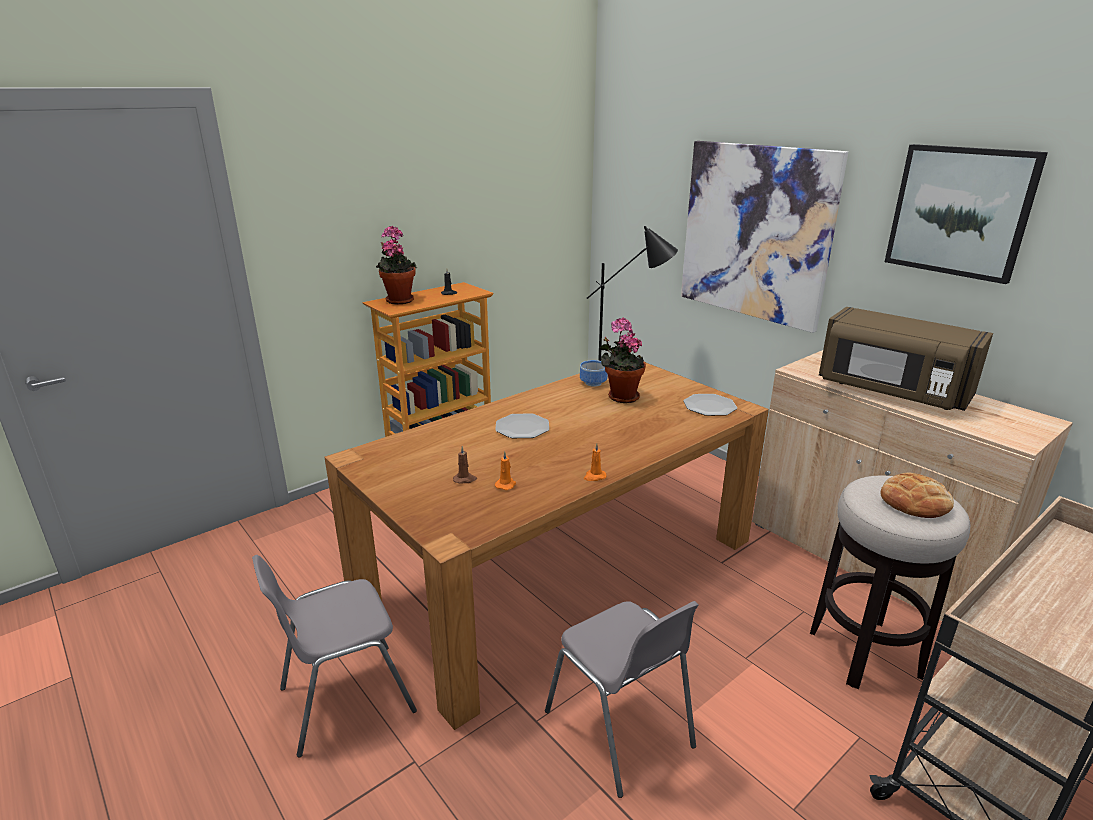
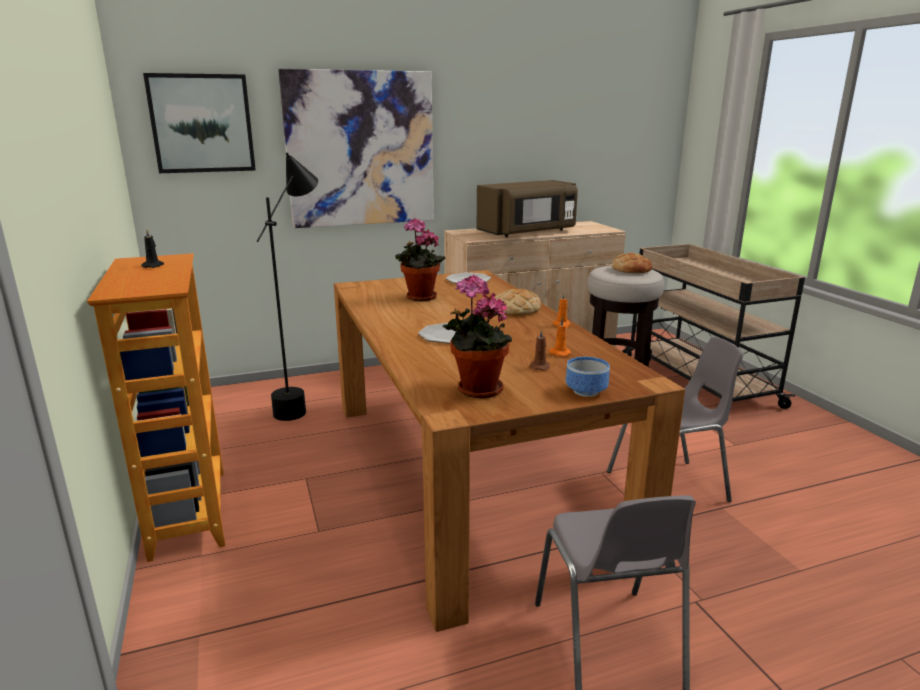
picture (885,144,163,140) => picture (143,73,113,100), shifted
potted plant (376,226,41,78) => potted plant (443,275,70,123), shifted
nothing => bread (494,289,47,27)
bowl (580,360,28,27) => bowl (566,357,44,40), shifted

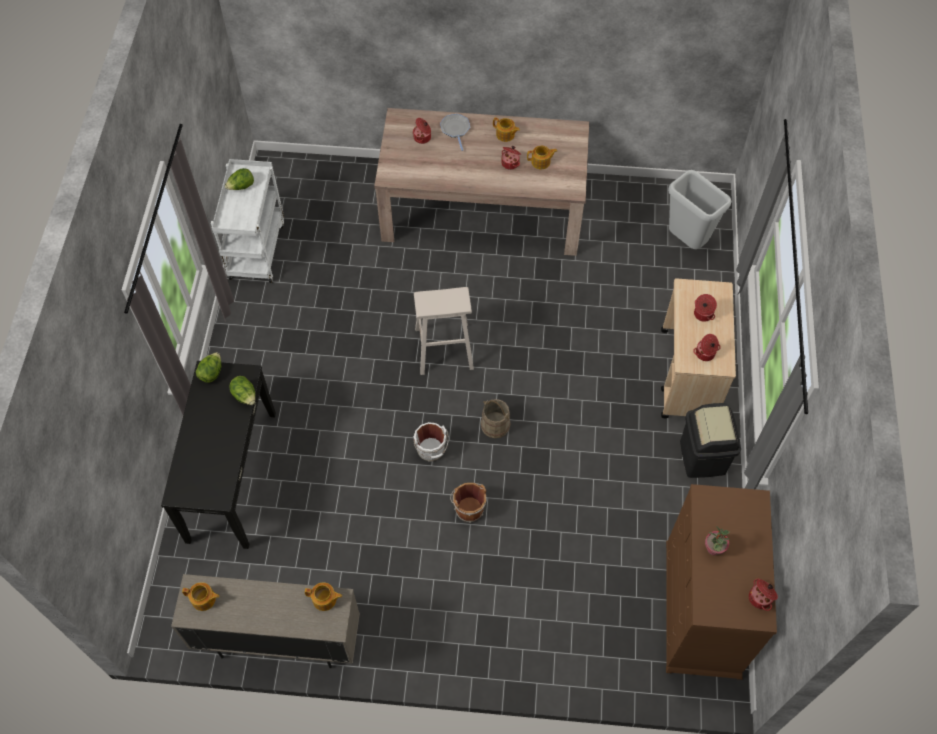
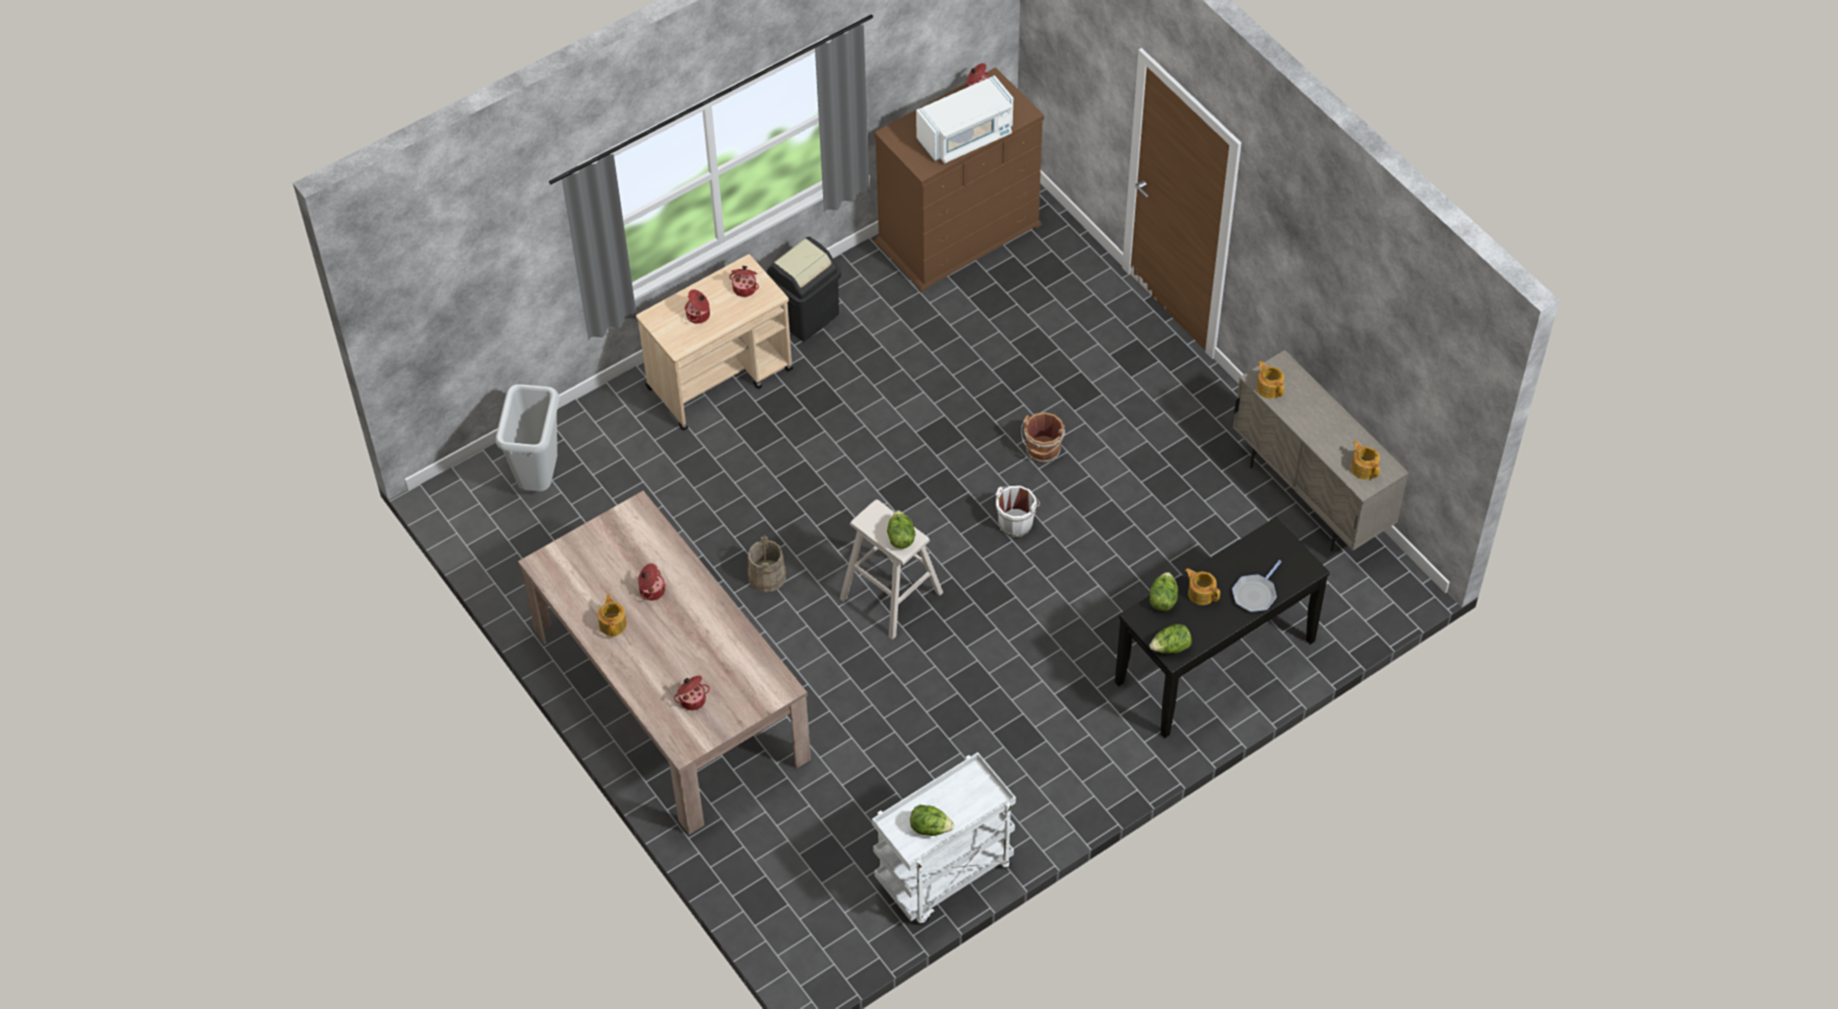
bucket (beige) (481,399,30,39) => bucket (beige) (748,535,38,57), shifted
nothing => lettuce (887,510,28,39)
potted plant (705,526,24,29) => microwave (white) (916,75,97,89)
teapot (527,146,30,23) => teapot (1185,568,35,37), shifted
frying pan (440,114,30,37) => frying pan (1232,560,50,52), shifted

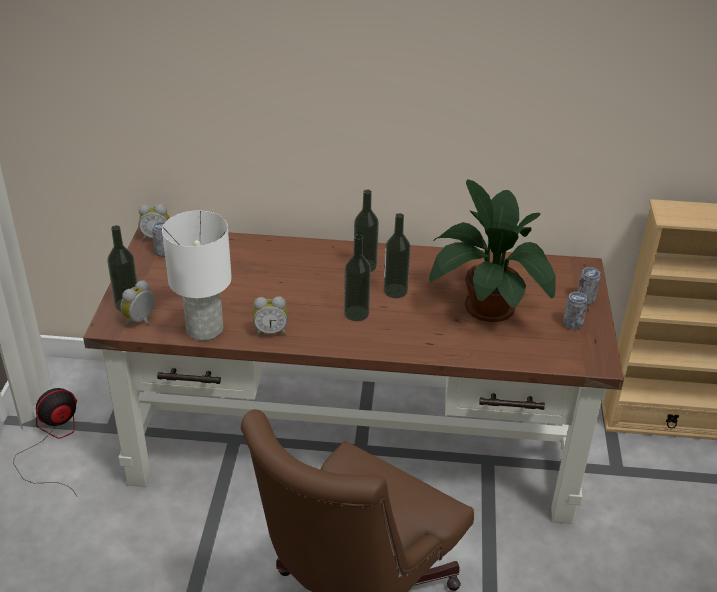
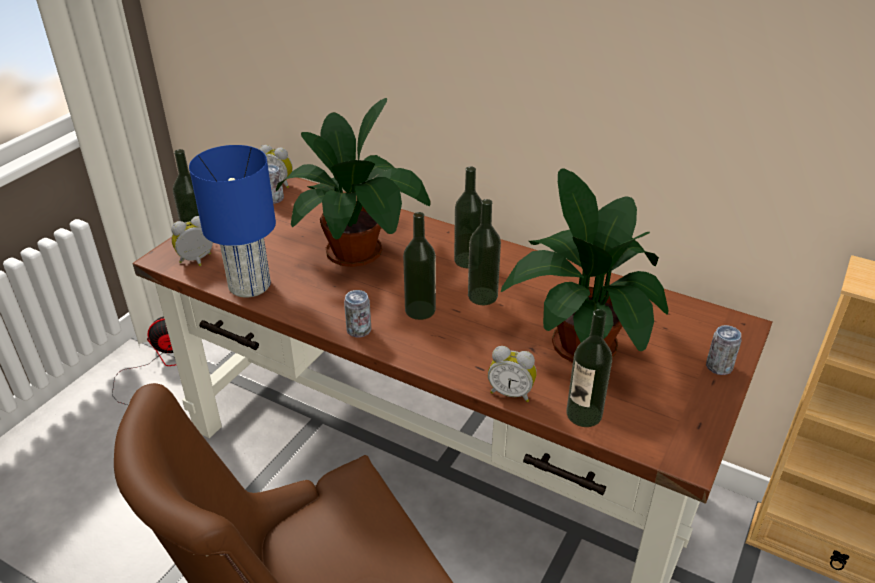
table lamp (white) (162,211,70,130) => table lamp (blue) (189,145,87,153)
nothing => potted plant (276,98,155,169)
can (563,292,25,38) => can (344,290,27,48), shifted
alarm clock (253,296,35,40) => alarm clock (488,346,49,56), shifted
nothing => bottle (566,309,46,118)

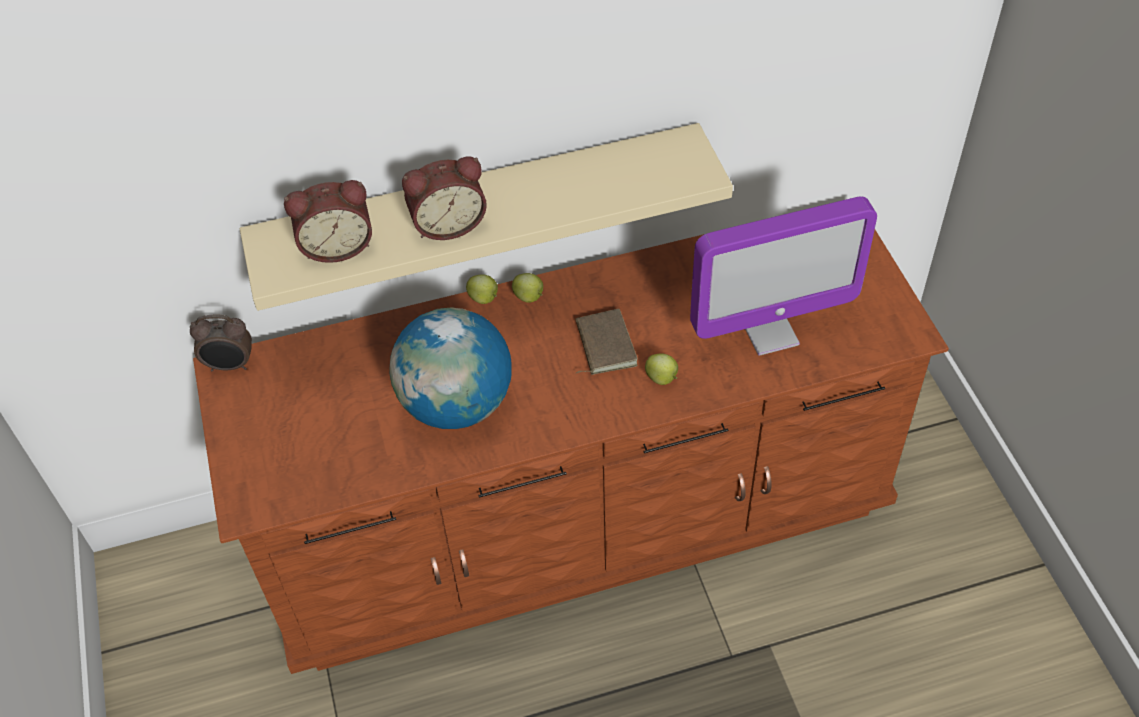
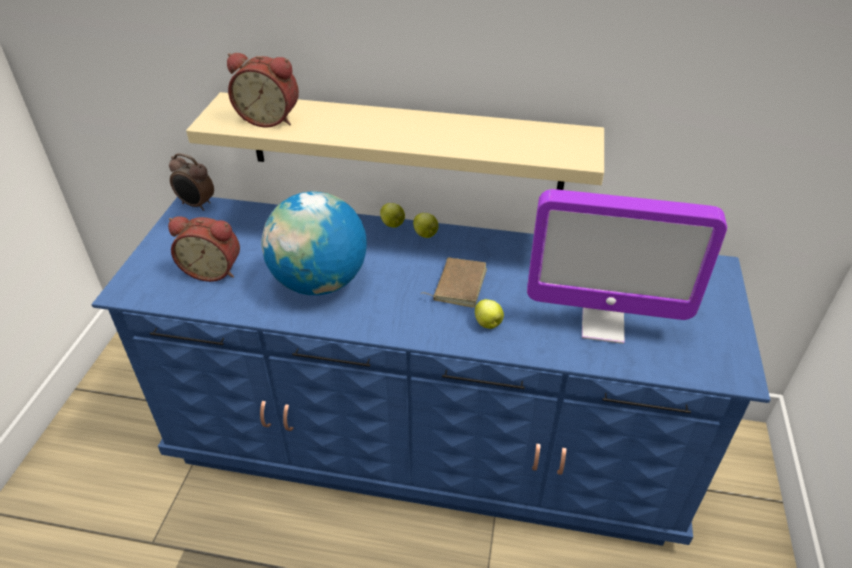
dresser (brown) (193,230,756,444) => dresser (blue) (91,197,679,349)
alarm clock (402,156,85,84) => alarm clock (168,217,72,65), shifted

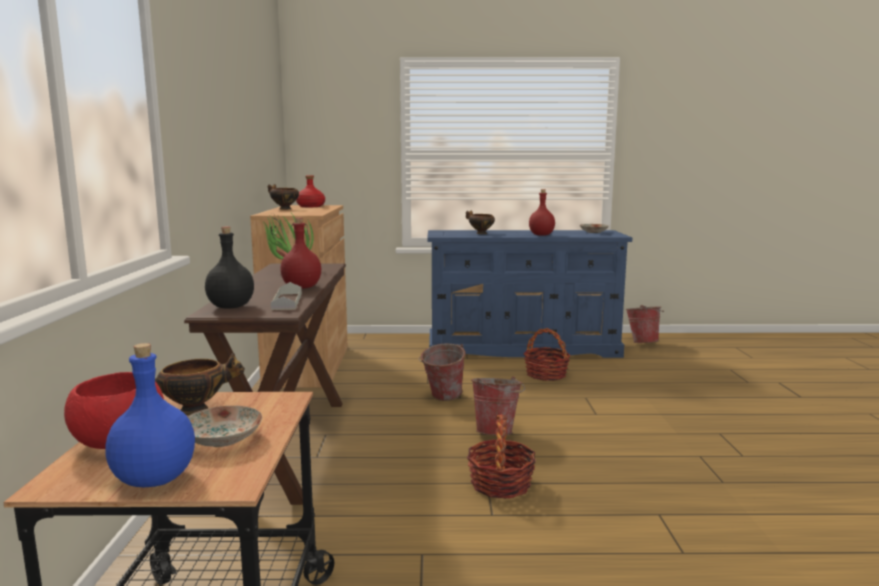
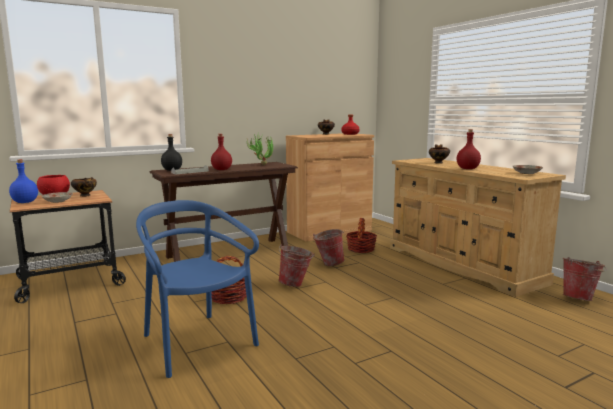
nothing => chair (blue) (136,200,123,178)
basket (524,328,47,53) => basket (346,218,31,35), shifted
dresser (blue) (427,230,205,128) => dresser (beige) (390,158,176,139)

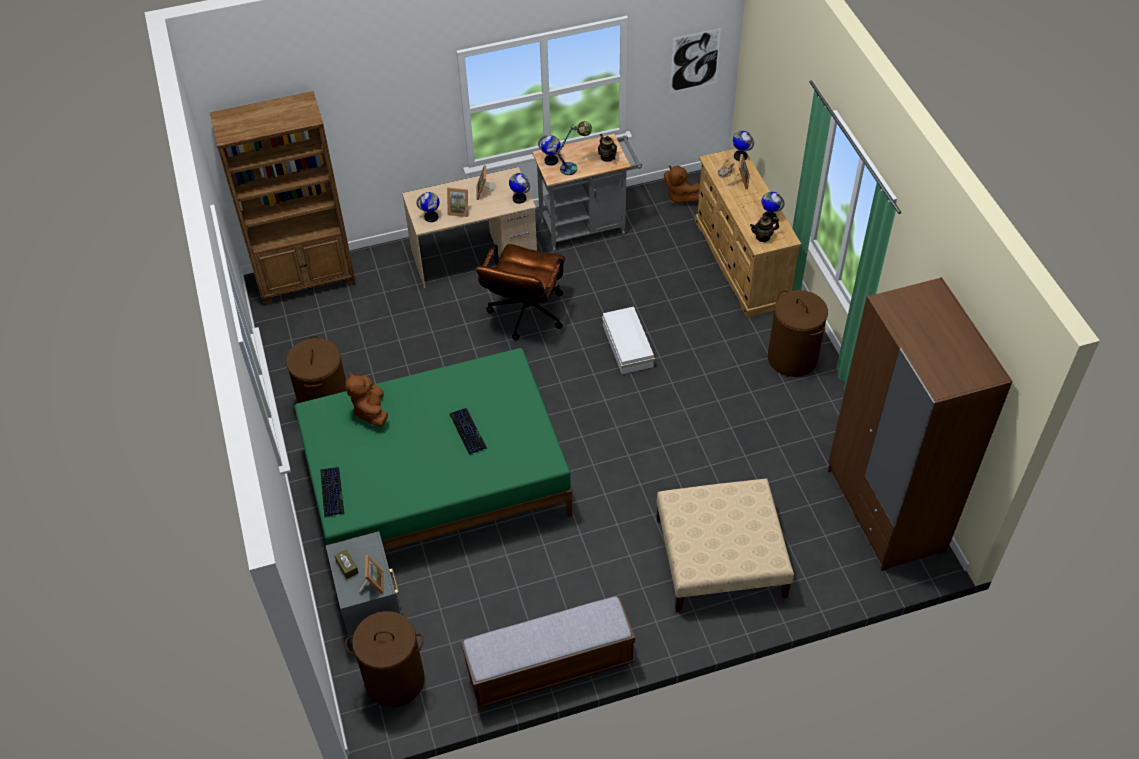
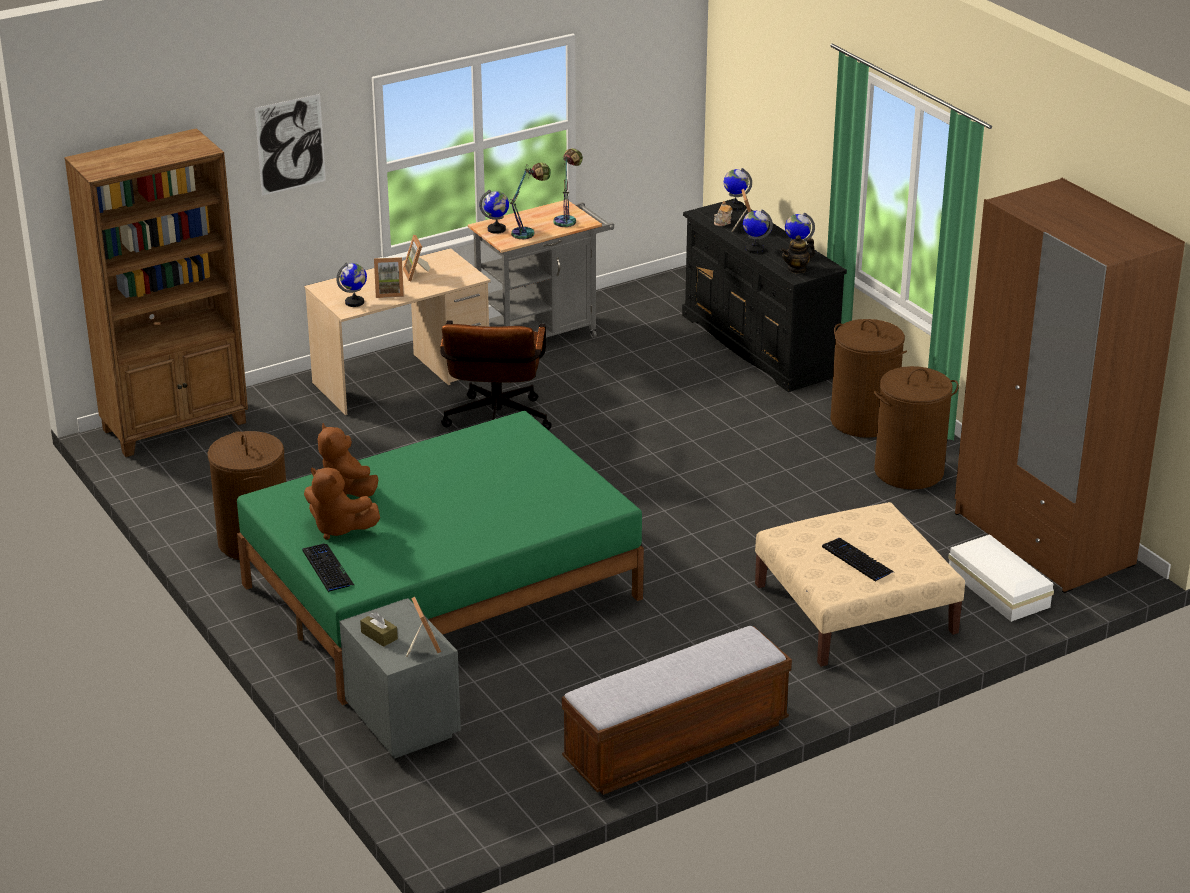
picture (670,28,51,65) => picture (254,94,72,102), shifted
plush toy (brown) (664,165,36,39) => plush toy (brown) (304,467,76,73), shifted
teapot (598,134,19,28) => table lamp (553,148,30,79)
dresser (beige) (695,148,106,169) => dresser (black) (682,199,165,193)
globe (509,173,21,31) => globe (743,209,30,44), shifted
keyboard (450,408,37,47) => keyboard (822,538,72,44), shifted
laundry basket (brown) (345,611,80,96) => laundry basket (brown) (874,366,85,124), shifted
storage box (white) (602,307,53,67) => storage box (white) (948,534,106,88), shifted

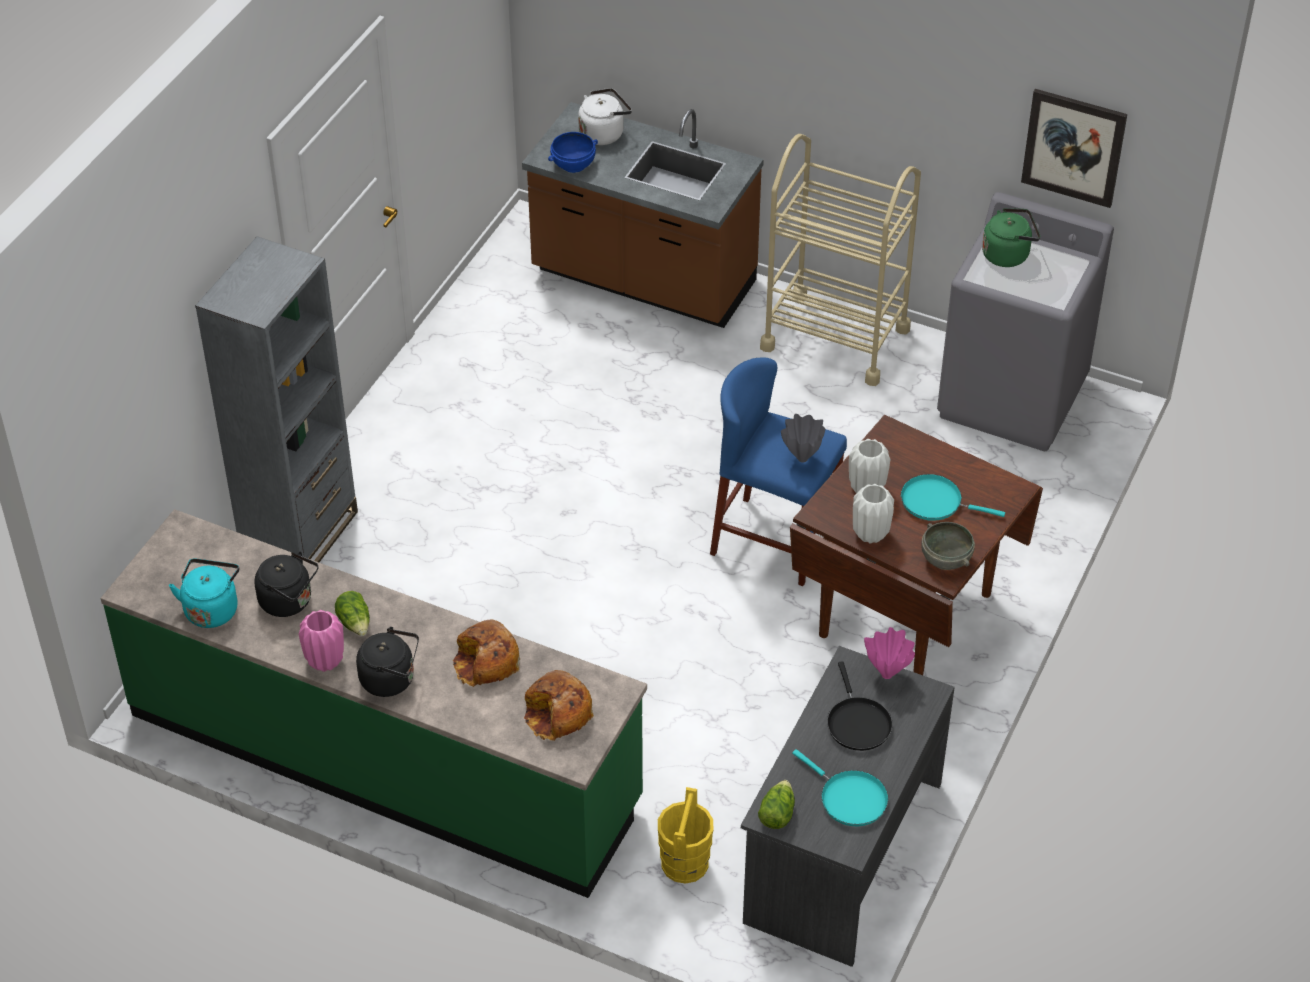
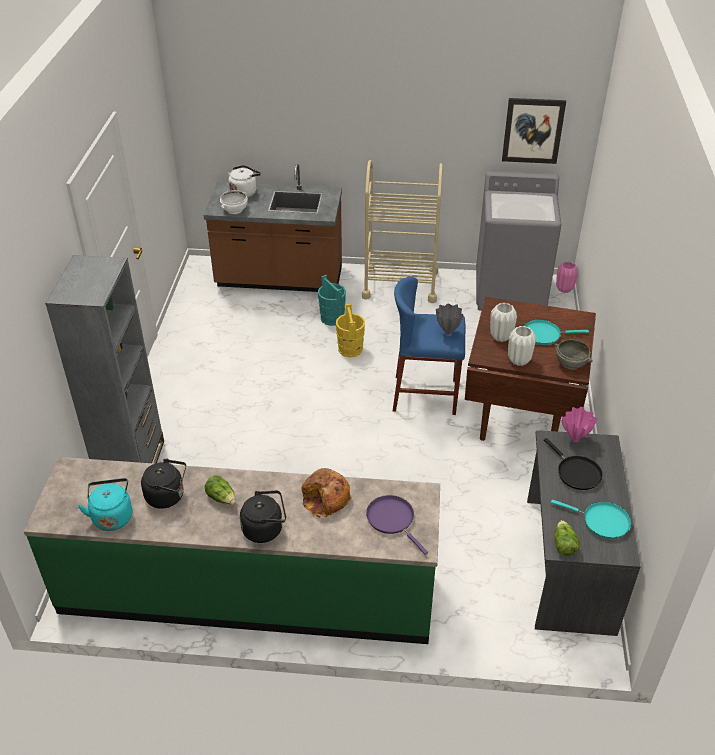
bowl (blue) (548,132,50,41) => bowl (white) (220,190,28,24)
nothing => bucket (turquoise) (318,275,28,51)
bucket (yellow) (658,787,55,97) => bucket (yellow) (336,304,29,53), shifted
bread (524,670,70,71) => frying pan (purple) (366,495,62,60)
vase (pink) (299,610,45,62) => vase (pink) (556,262,22,31), shifted
kettle (green) (982,208,58,59) => nothing

